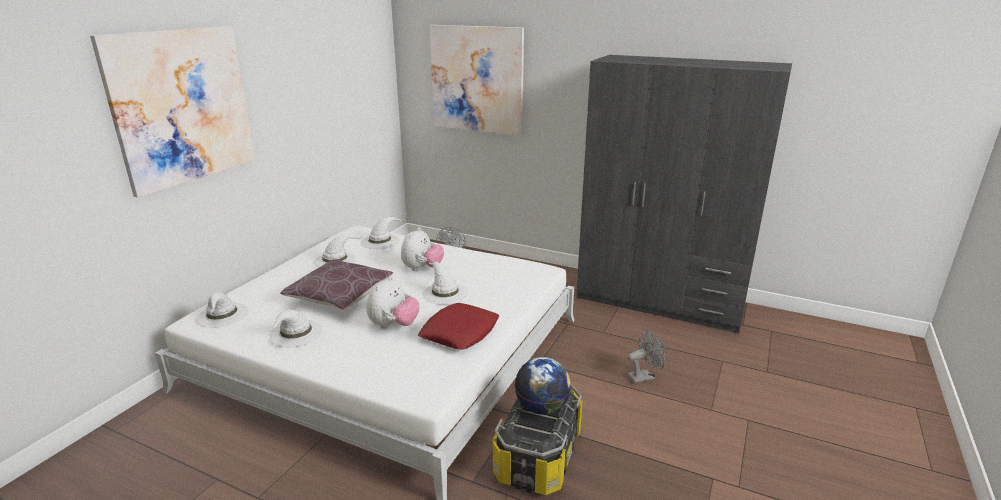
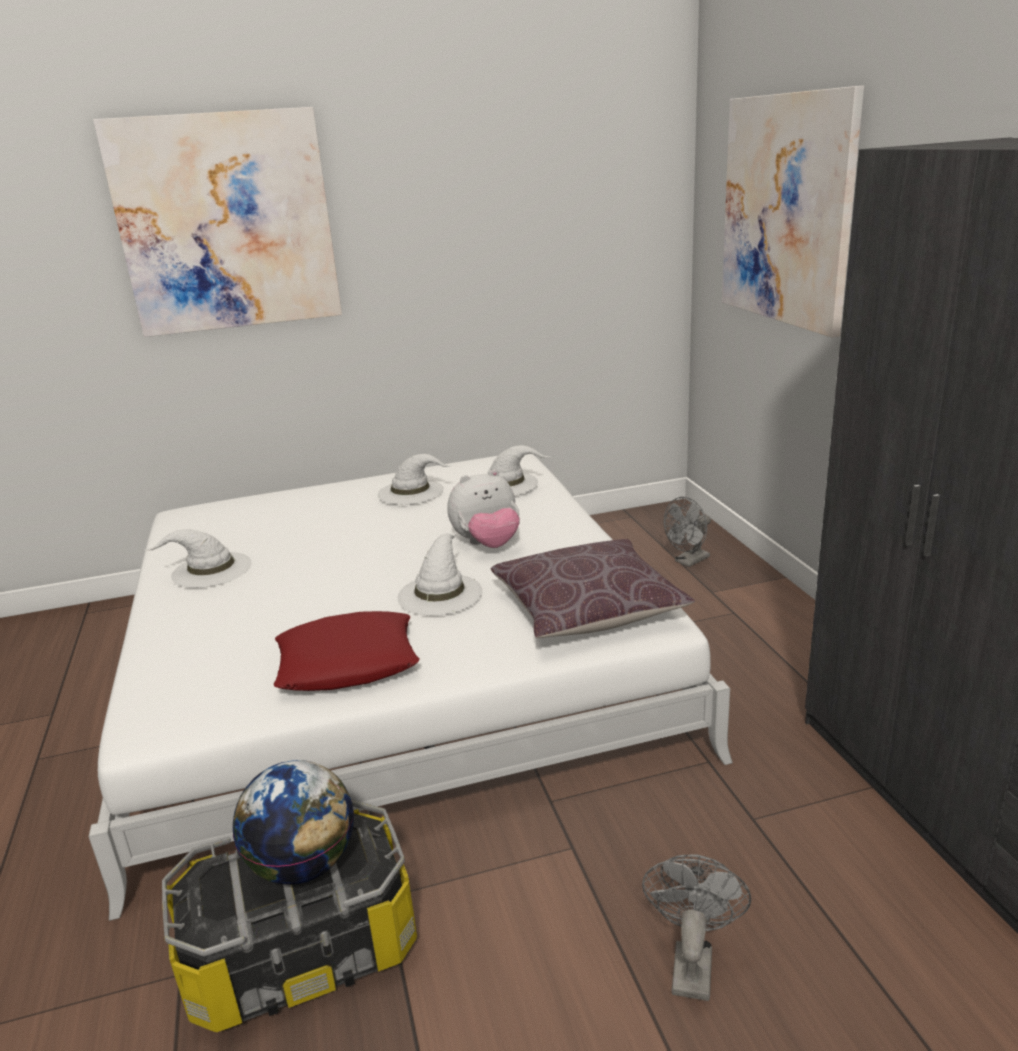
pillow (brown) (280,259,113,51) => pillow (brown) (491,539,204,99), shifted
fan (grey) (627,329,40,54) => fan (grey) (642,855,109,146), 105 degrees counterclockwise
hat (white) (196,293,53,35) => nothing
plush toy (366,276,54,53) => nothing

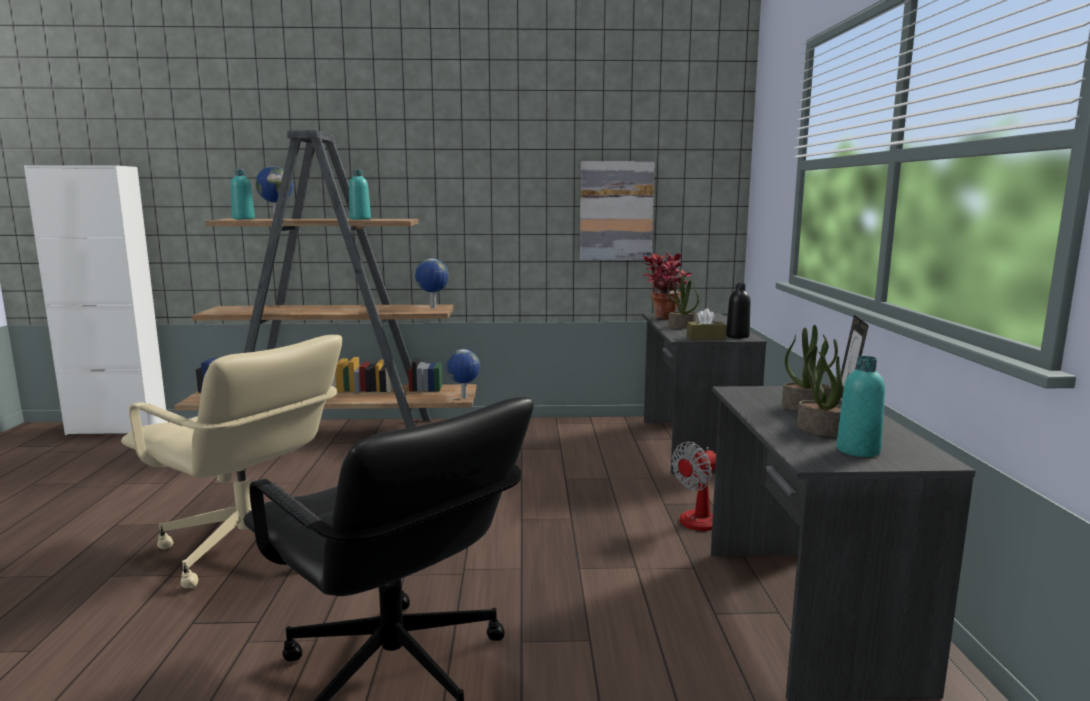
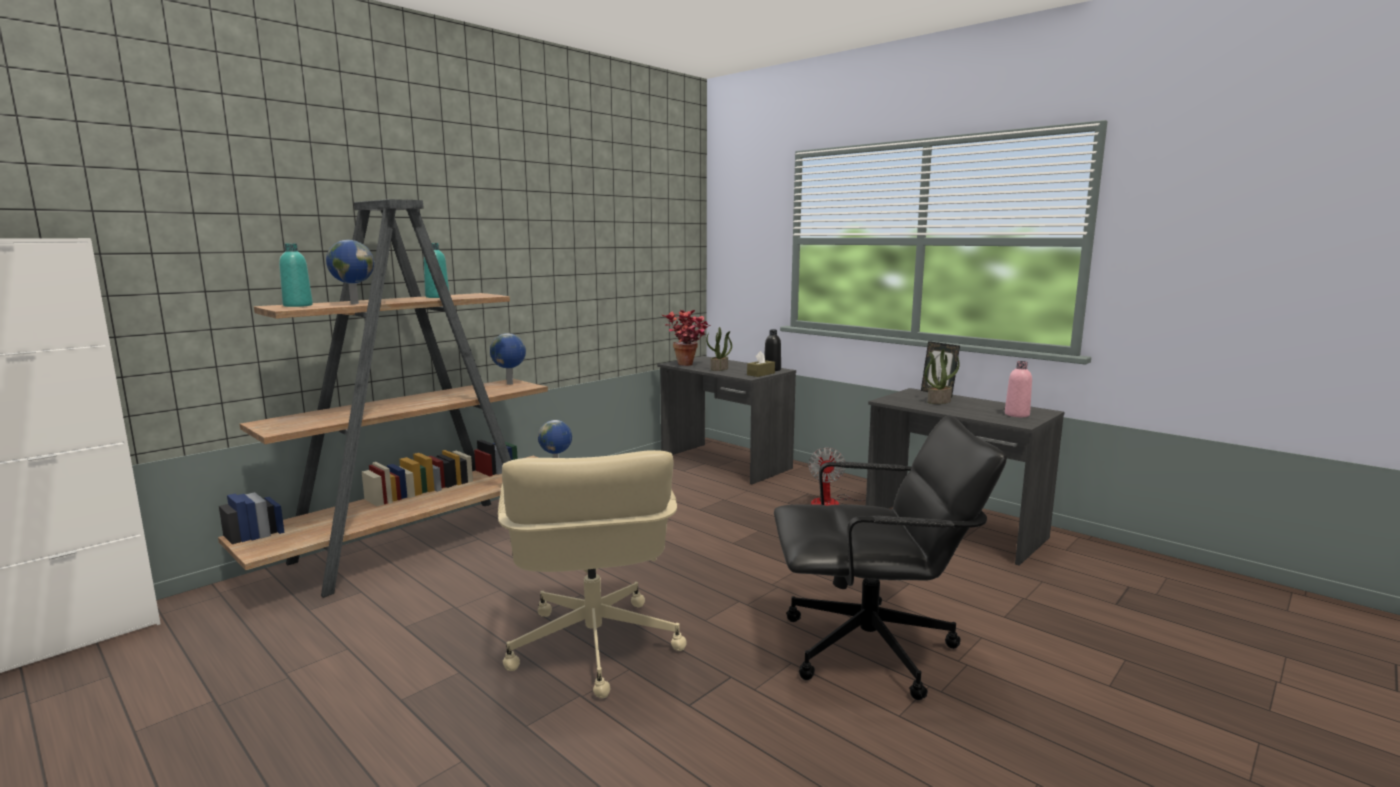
office chair (beige) (121,335,221,254) => office chair (beige) (498,450,189,248), 90 degrees clockwise
bottle (turquoise) (836,356,49,101) => bottle (pink) (1005,361,27,56)
picture (580,162,75,98) => nothing
potted plant (797,339,45,98) => nothing

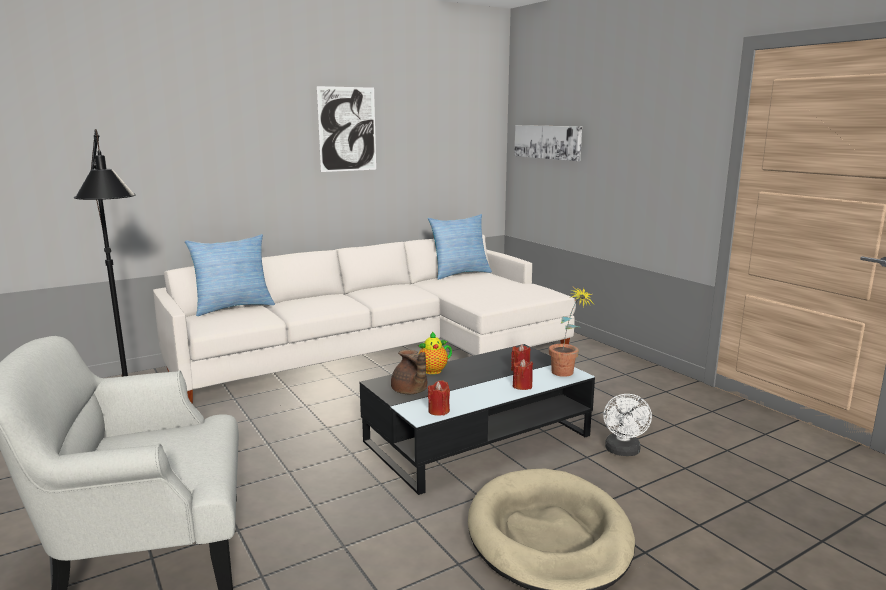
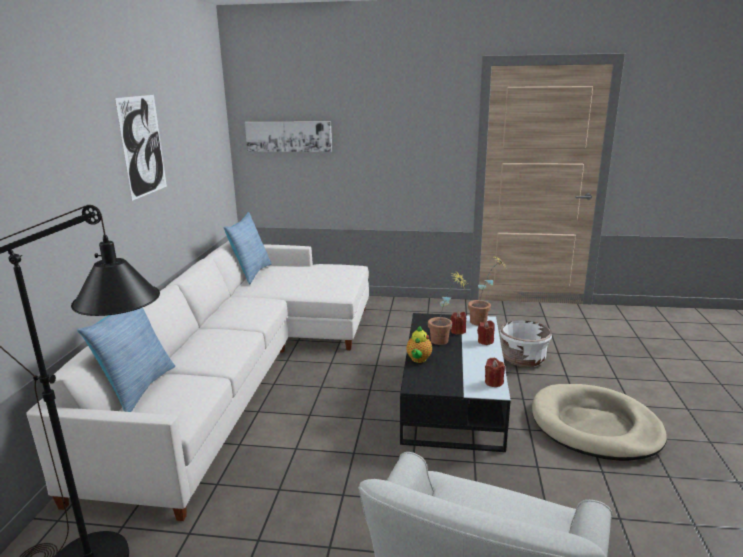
nothing => potted plant (428,272,38,73)
fan (white) (603,394,49,62) => planter (white) (500,321,52,46)
teapot (brown) (391,350,36,44) => nothing

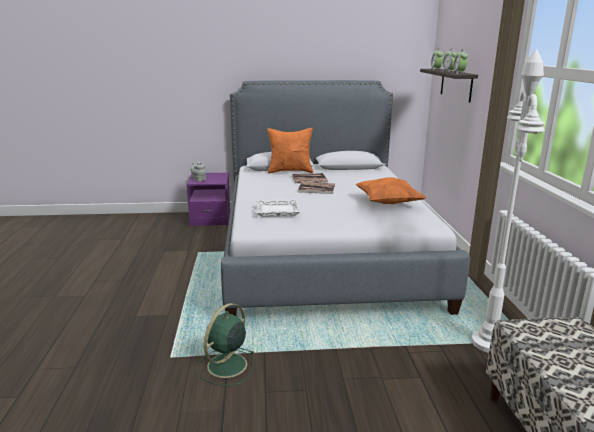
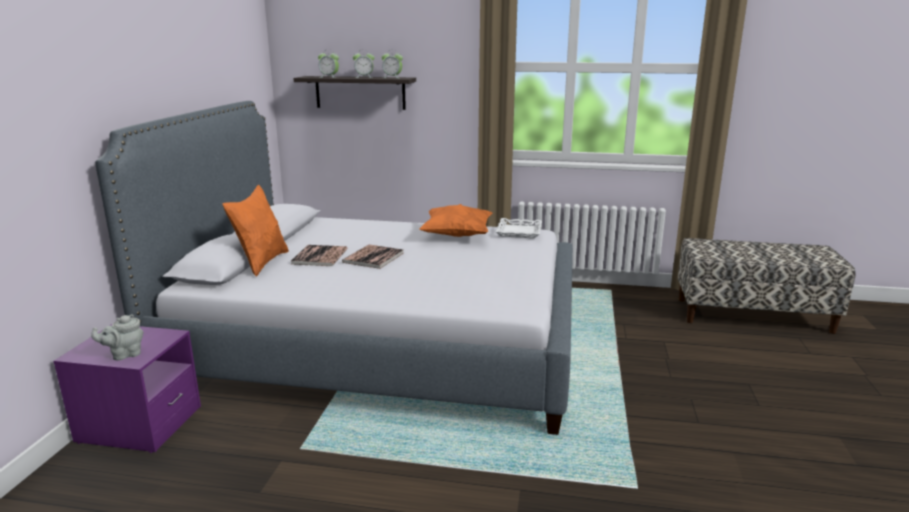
tray (white) (256,199,44,18) => tray (white) (495,218,47,20), shifted
fan (green) (197,303,58,83) => nothing
floor lamp (white) (472,49,73,304) => nothing

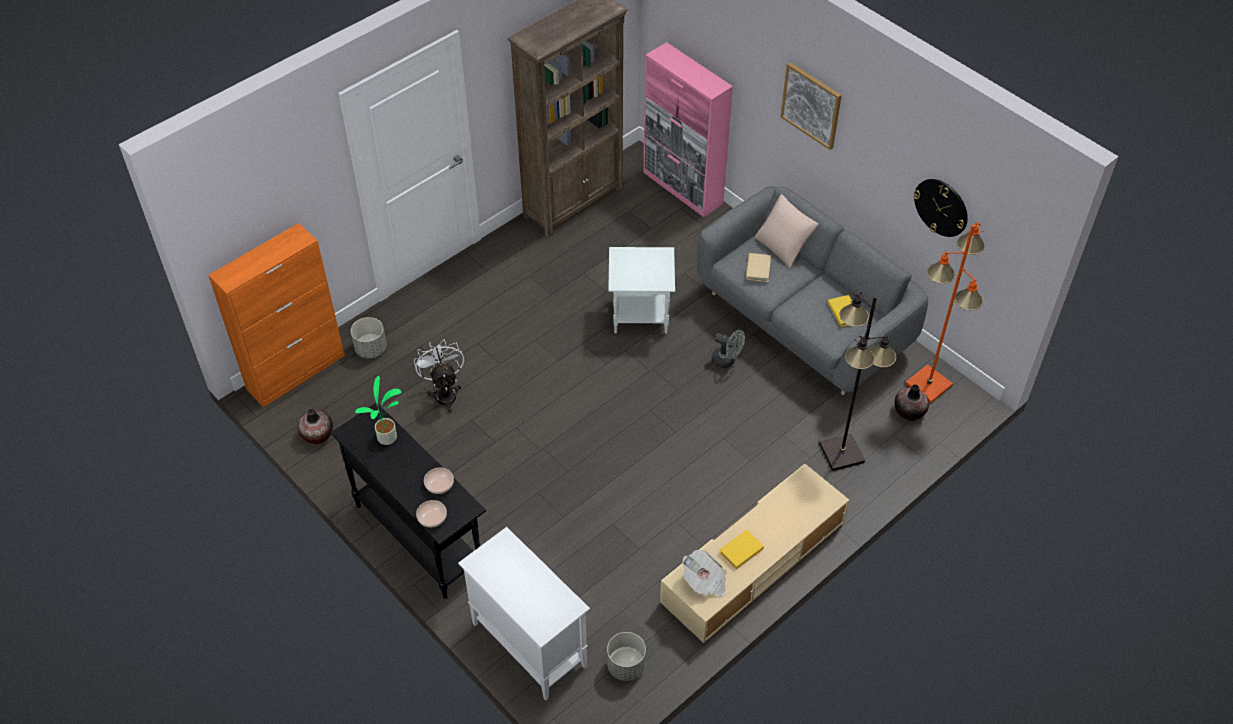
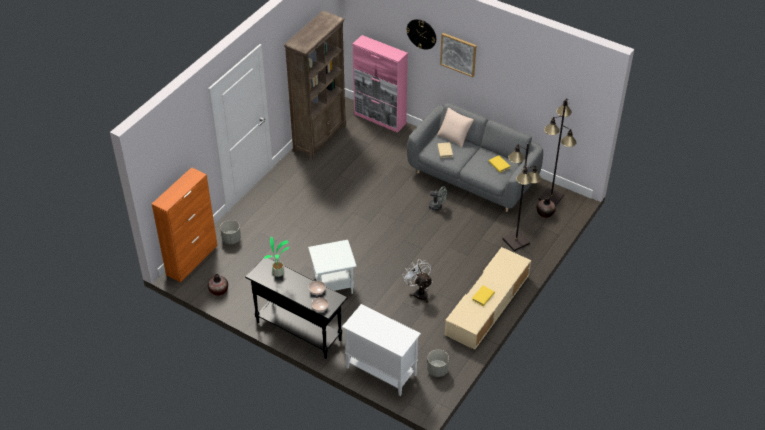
side table (white) (608,247,67,87) => side table (white) (308,240,49,54), shifted
fan (white) (414,339,50,74) => fan (white) (402,260,30,43), shifted
wall clock (913,179,55,58) => wall clock (406,19,30,31), shifted
floor lamp (orange) (905,222,80,181) => floor lamp (black) (539,99,38,107)
newspaper (682,550,44,47) => nothing

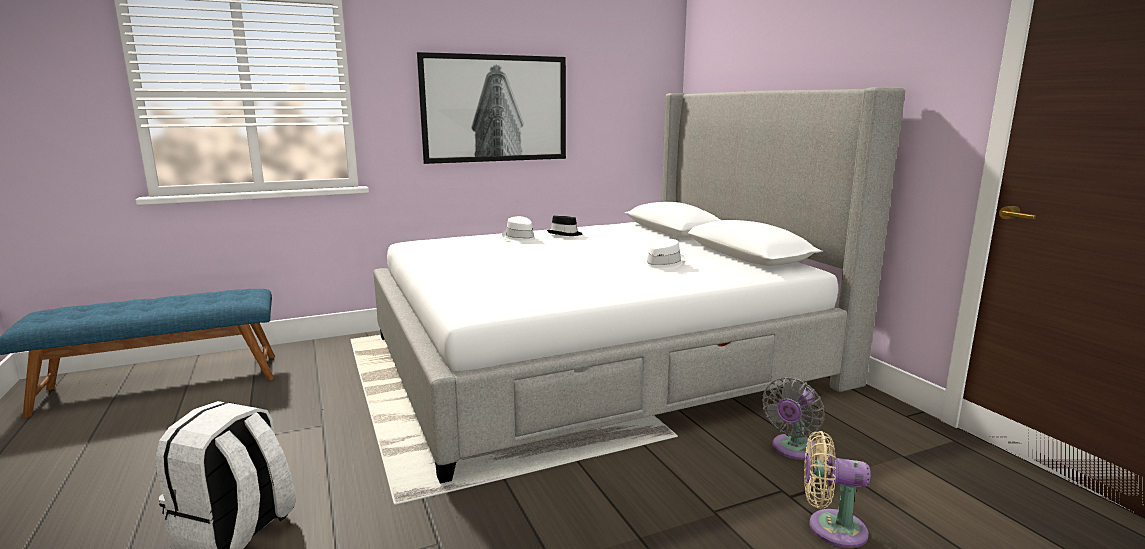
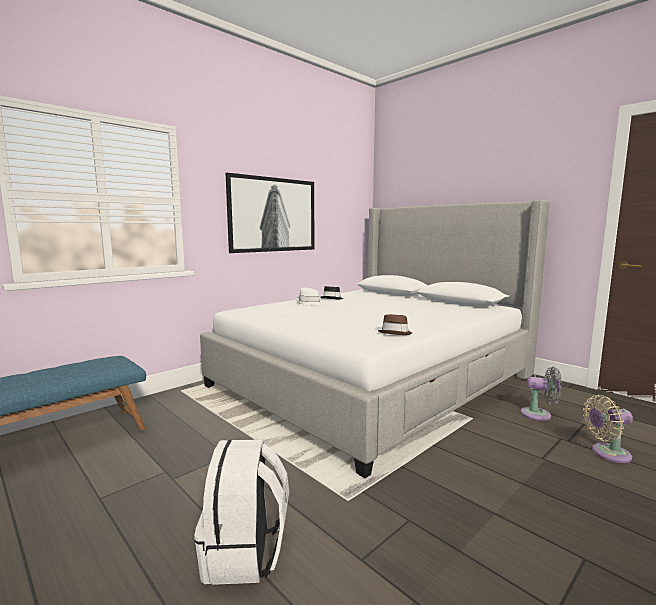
nothing => hat (brown) (378,314,34,21)
fan (grey) (762,377,63,83) => fan (grey) (521,367,40,54), 90 degrees counterclockwise
hat (white) (641,239,45,32) => nothing

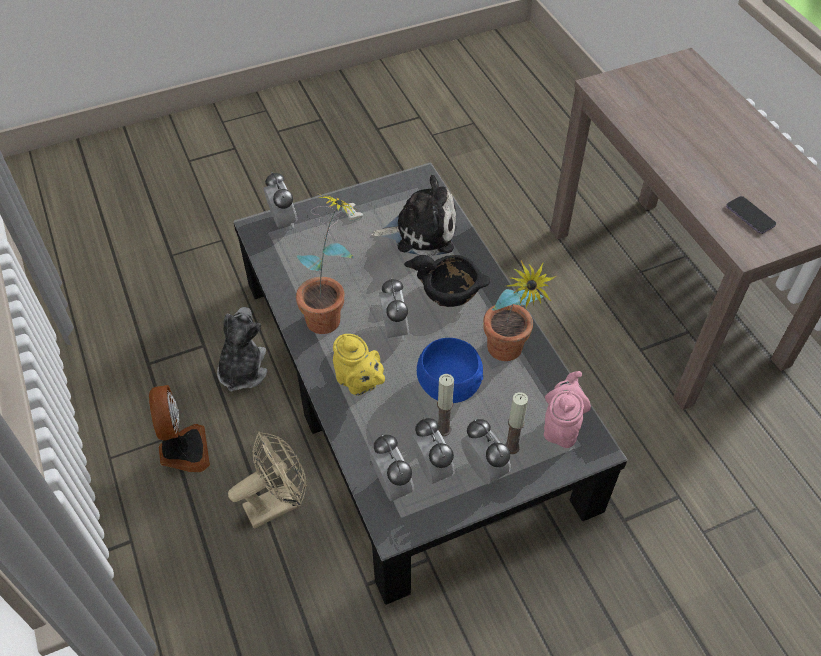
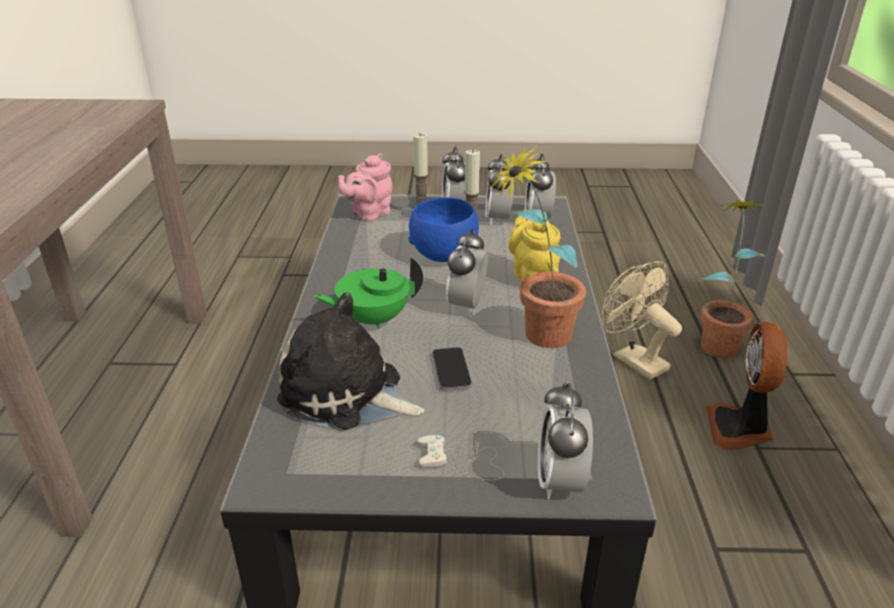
bowl (black) (404,255,86,52) => teapot (green) (313,257,110,72)
phone (726,196,50,38) => phone (433,347,39,44), shifted
fan (beige) (228,431,79,98) => fan (beige) (602,261,80,119), 60 degrees clockwise
potted plant (483,260,73,101) => potted plant (701,201,67,157), shifted
plush toy (217,307,51,85) => nothing

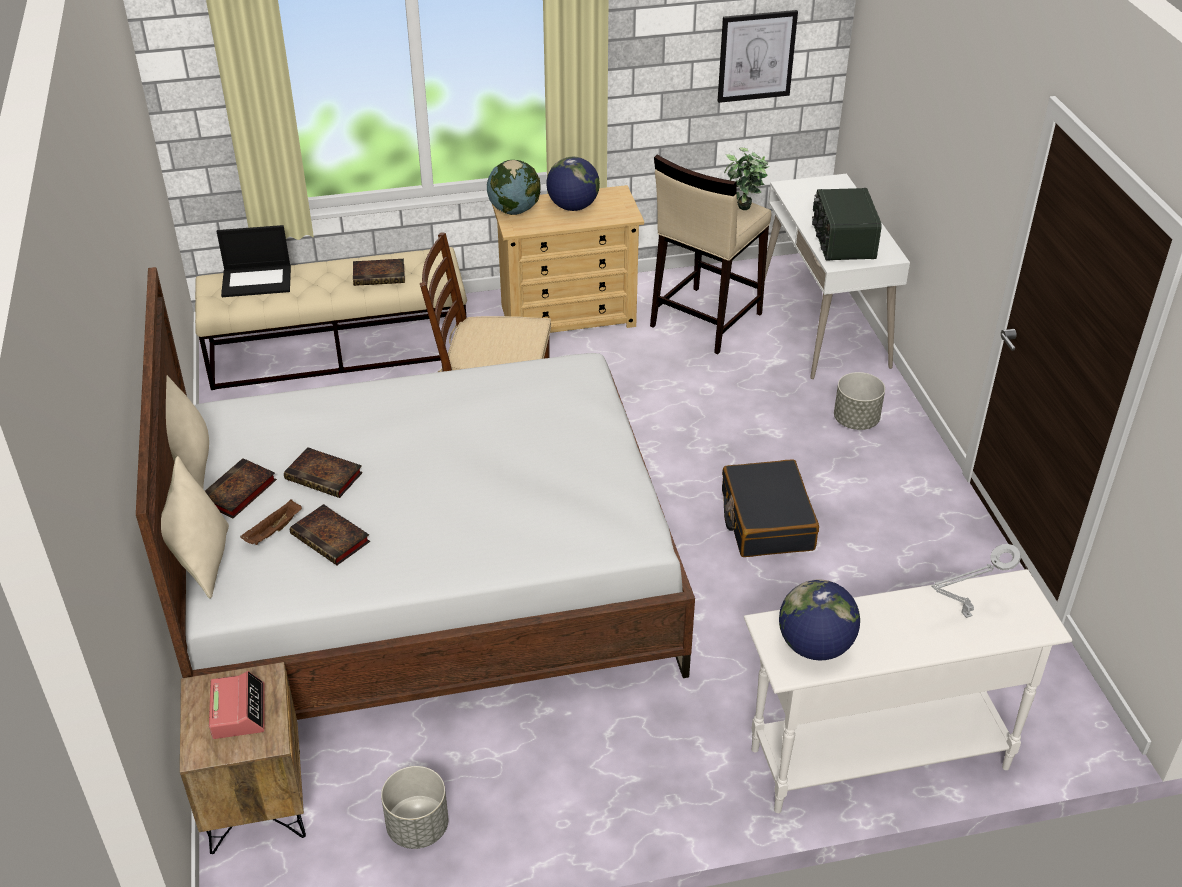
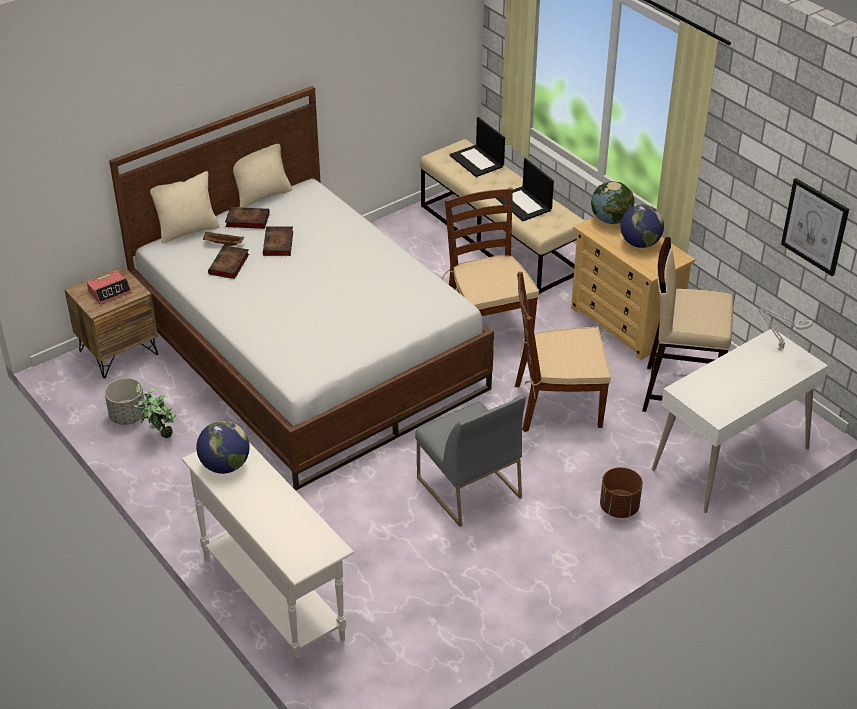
potted plant (724,148,44,62) => potted plant (134,383,42,55), shifted
suitcase (black) (722,460,97,97) => chair (grey) (415,396,111,131)
book (353,259,52,27) => laptop (496,158,58,63)
nothing => chair (brown) (515,272,96,160)
planter (grey) (834,372,51,58) => planter (brown) (600,467,43,51)
table lamp (grey) (931,544,90,74) => table lamp (grey) (759,306,54,45), shifted
radio (812,188,70,73) => nothing

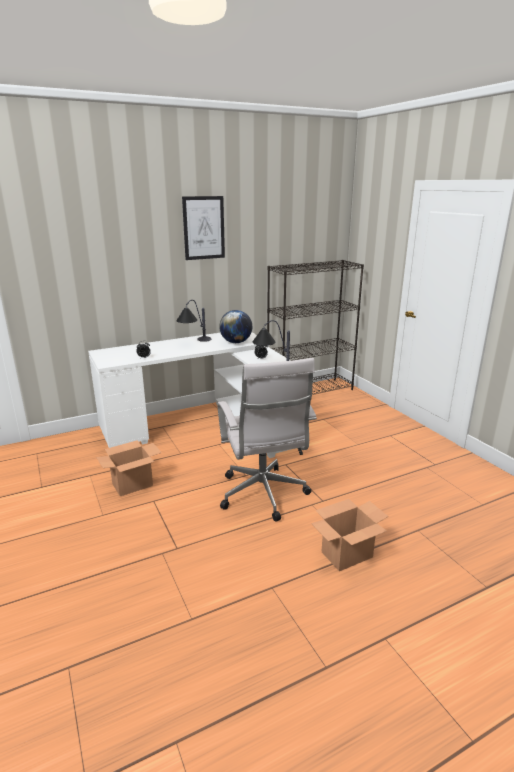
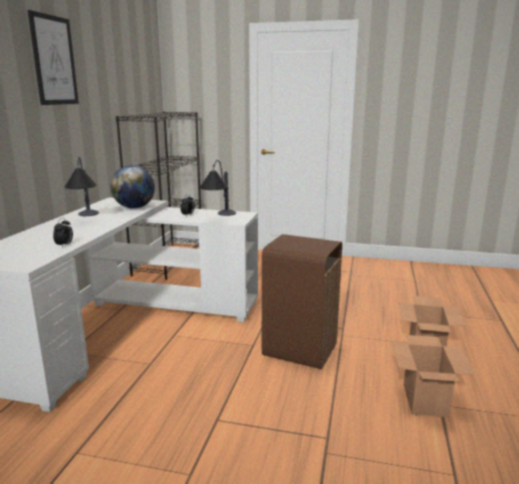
office chair (white) (218,358,99,164) => trash can (brown) (262,234,80,135)
cardboard box (96,440,66,56) => cardboard box (391,335,84,83), shifted

